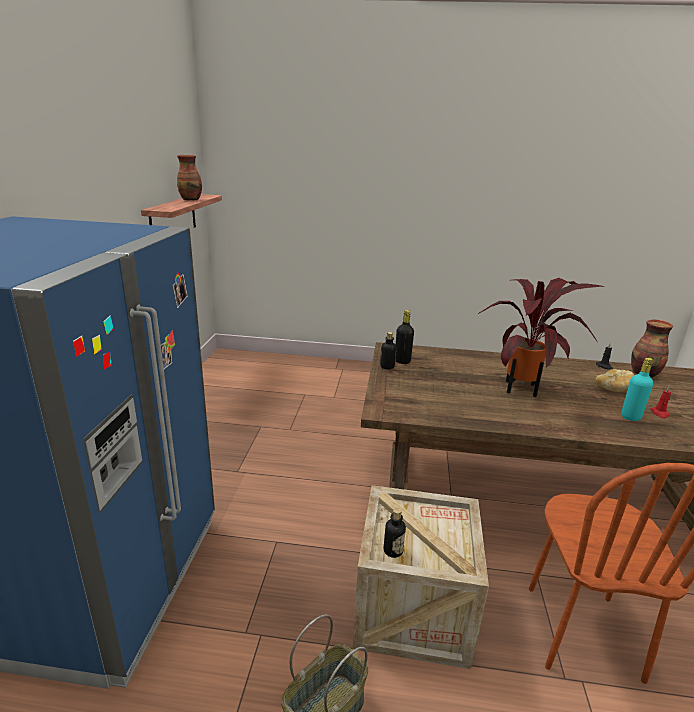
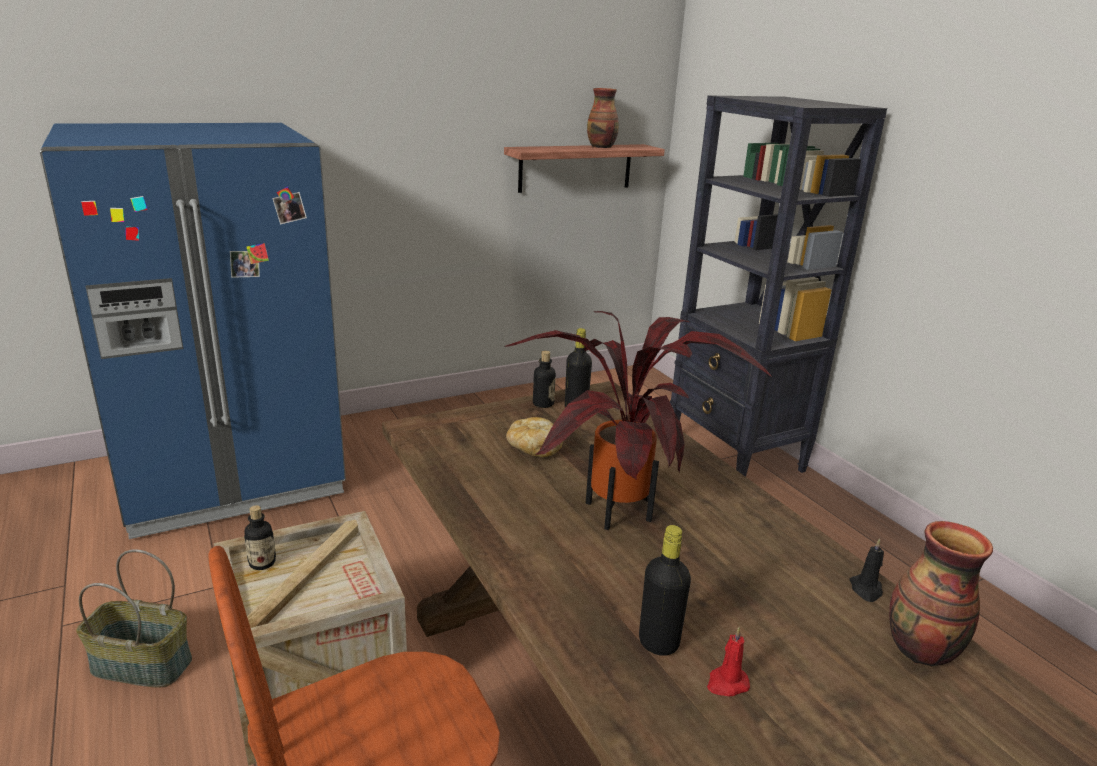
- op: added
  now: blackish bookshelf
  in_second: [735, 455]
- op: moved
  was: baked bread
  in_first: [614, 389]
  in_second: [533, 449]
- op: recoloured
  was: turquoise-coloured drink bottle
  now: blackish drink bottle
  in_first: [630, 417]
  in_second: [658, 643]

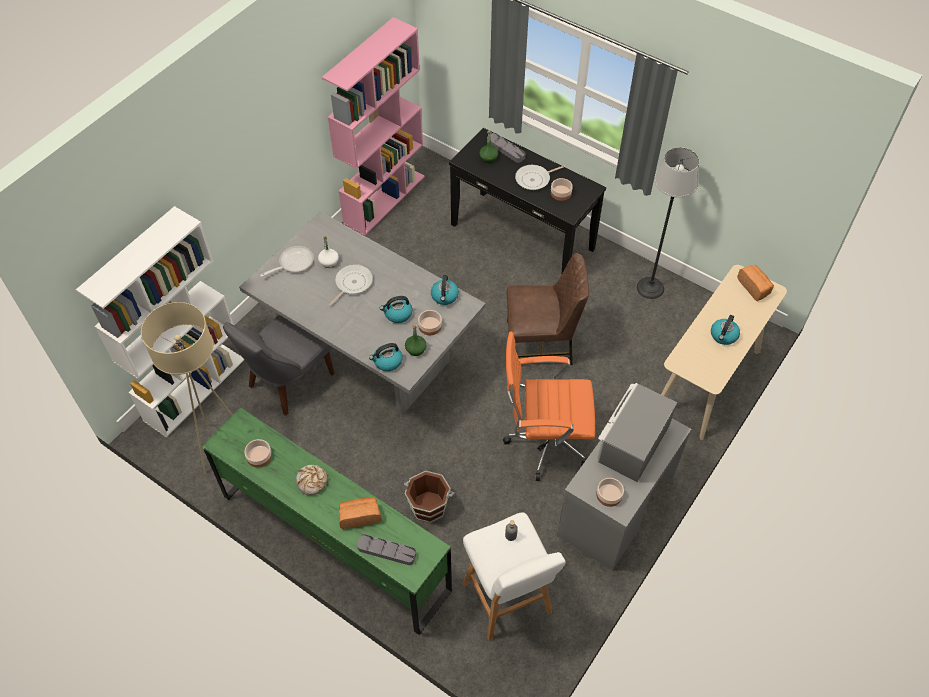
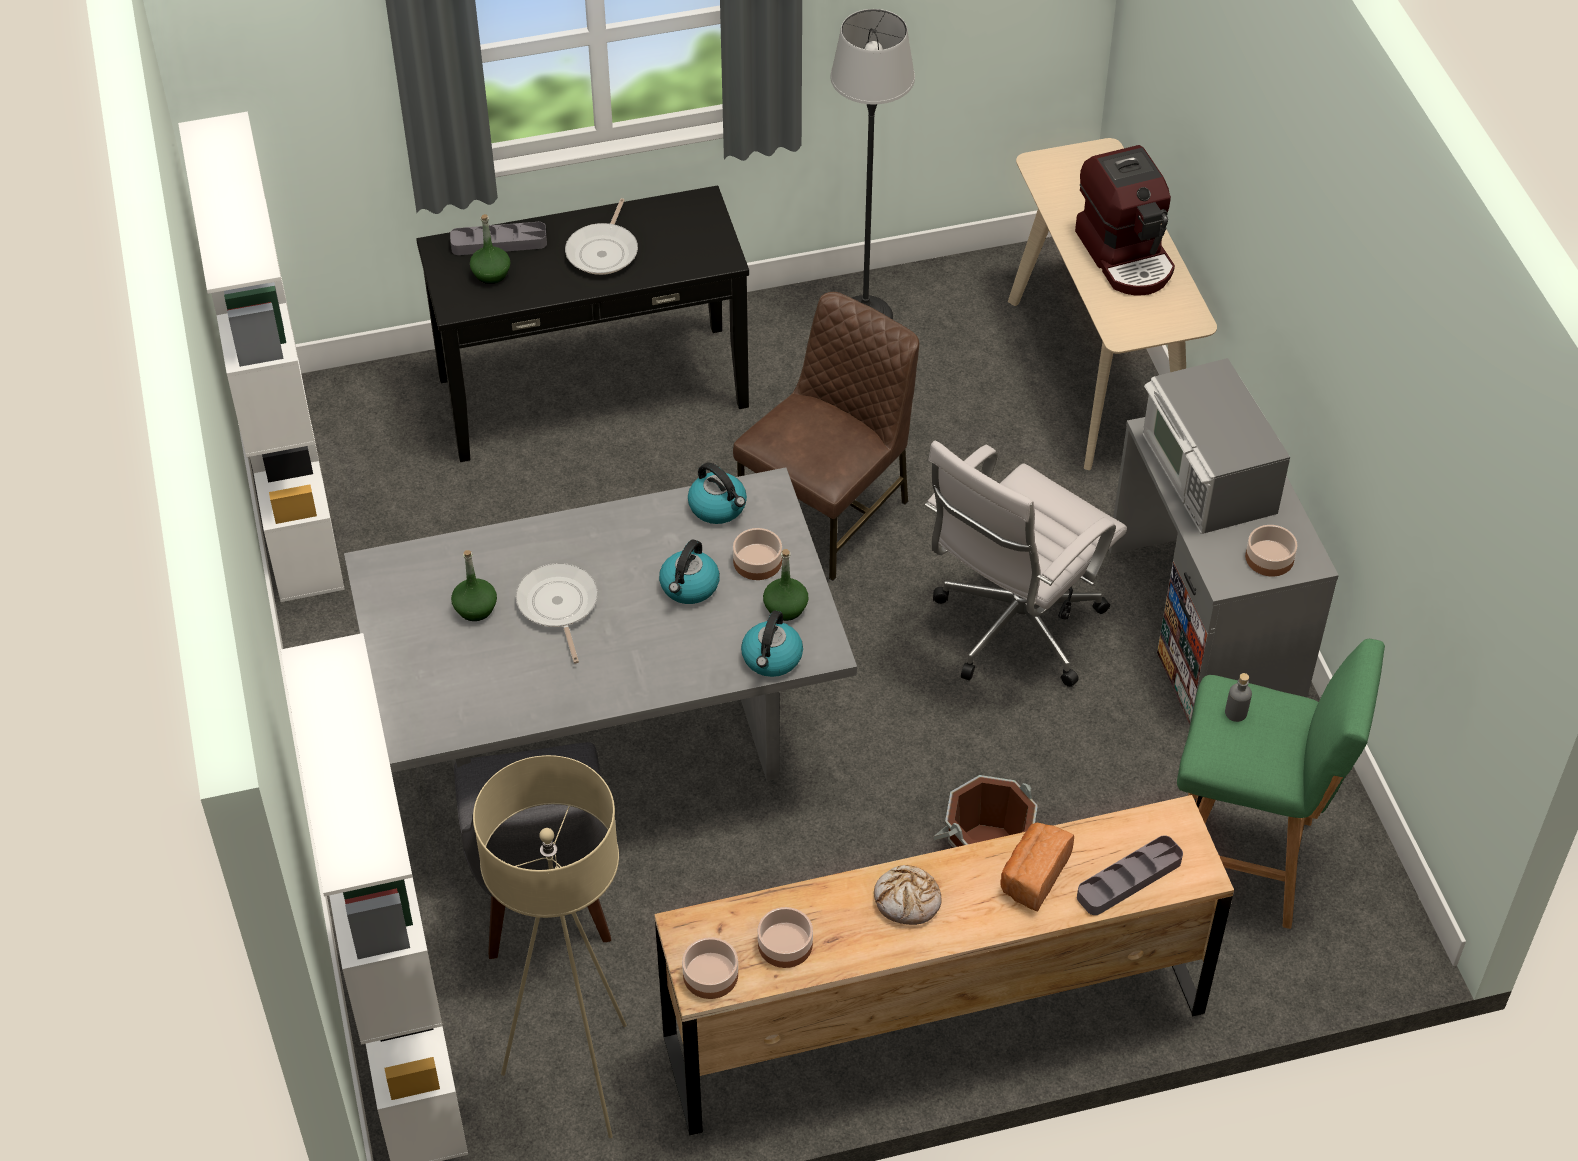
- op: removed
  was: pan
  in_first: [293, 263]
- op: removed
  was: baked bread
  in_first: [754, 287]
- op: moved
  was: deep dish
  in_first: [560, 193]
  in_second: [711, 976]
- op: replaced
  was: kettle
  now: coffee machine
  in_first: [723, 336]
  in_second: [1126, 255]
- op: recoloured
  was: green-coloured chest of drawers
  now: brownish chest of drawers
  in_first: [335, 542]
  in_second: [934, 1024]
- op: recoloured
  was: white-coloured drink bottle
  now: green-coloured drink bottle
  in_first: [329, 262]
  in_second: [475, 608]
- op: recoloured
  was: pink bookshelf
  now: white-coloured bookshelf
  in_first: [384, 199]
  in_second: [295, 511]
- op: recoloured
  was: white-coloured stool
  now: green-coloured stool
  in_first: [508, 601]
  in_second: [1245, 860]
- op: recoloured
  was: orange desk chair
  now: white-coloured desk chair
  in_first: [543, 442]
  in_second: [1012, 631]

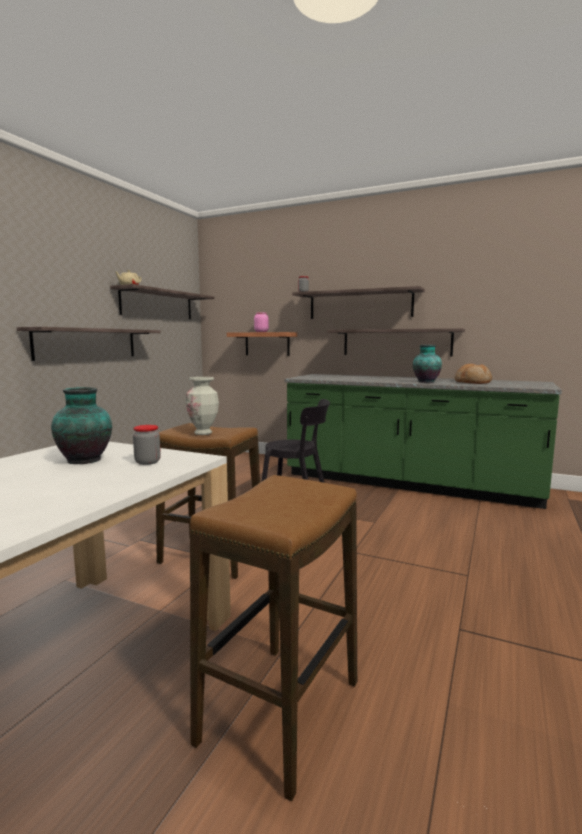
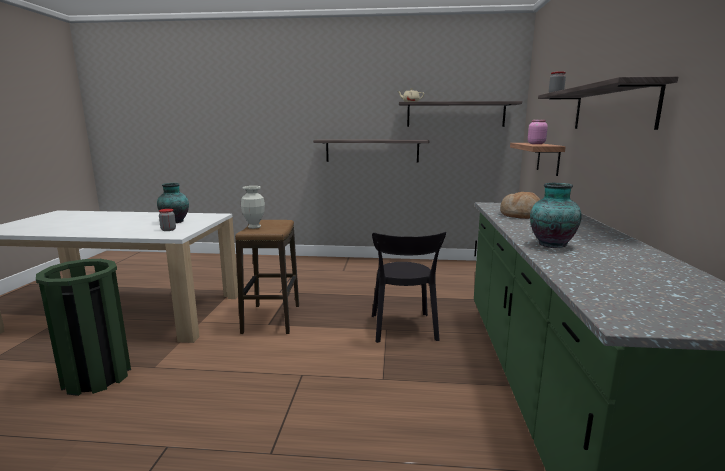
- op: removed
  was: wall shelf
  in_first: [396, 342]
- op: moved
  was: baked bread
  in_first: [472, 382]
  in_second: [521, 215]
- op: replaced
  was: stool
  now: green-coloured rubbish bin
  in_first: [281, 713]
  in_second: [96, 376]

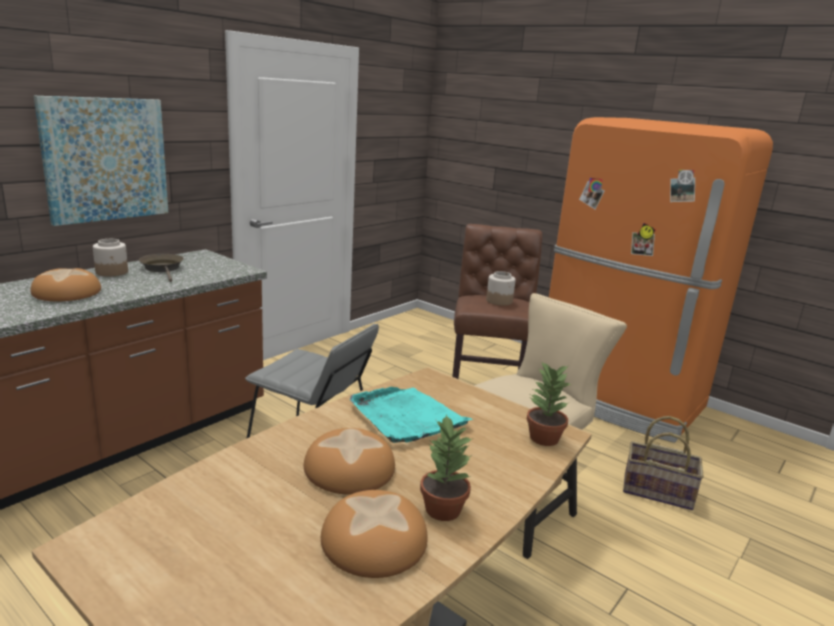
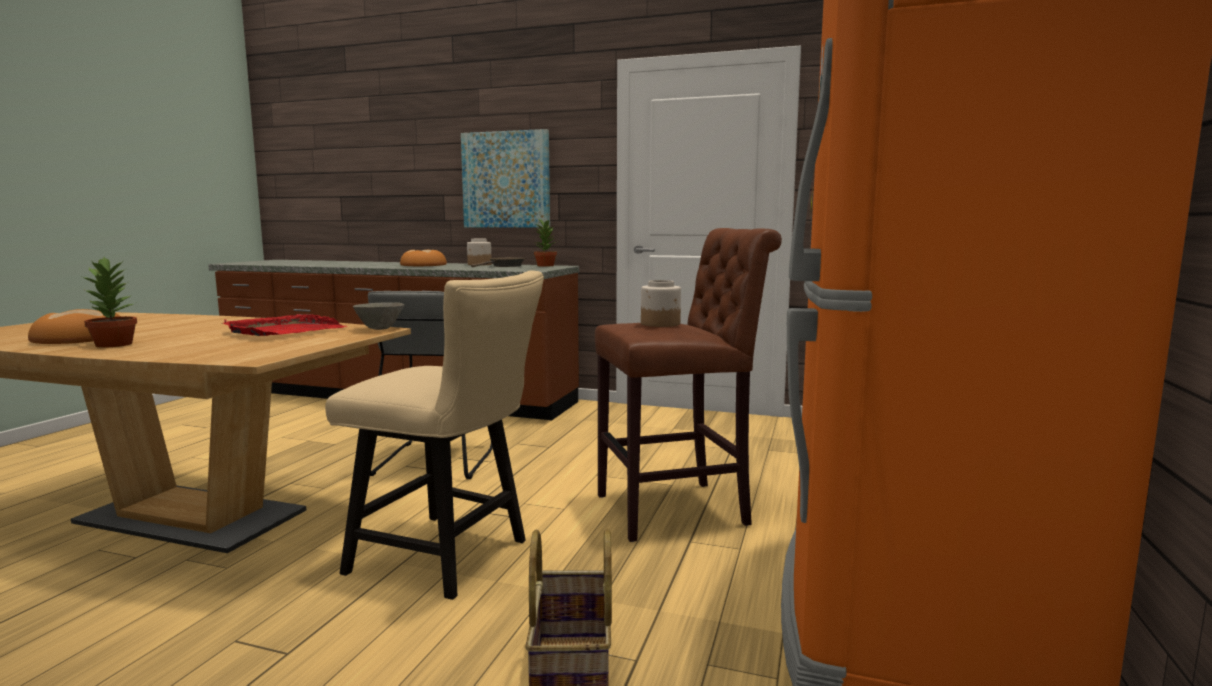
- op: removed
  was: baked bread
  in_first: [348, 468]
- op: added
  now: grey deep dish
  in_second: [379, 329]
- op: moved
  was: houseplant
  in_first: [543, 438]
  in_second: [545, 265]
- op: recoloured
  was: turquoise-coloured serving tray
  now: red serving tray
  in_first: [406, 417]
  in_second: [285, 331]

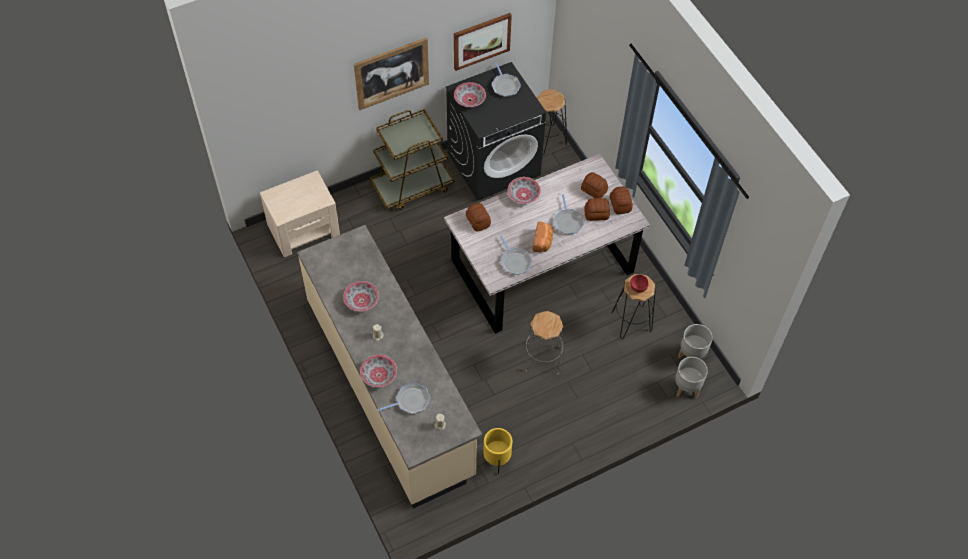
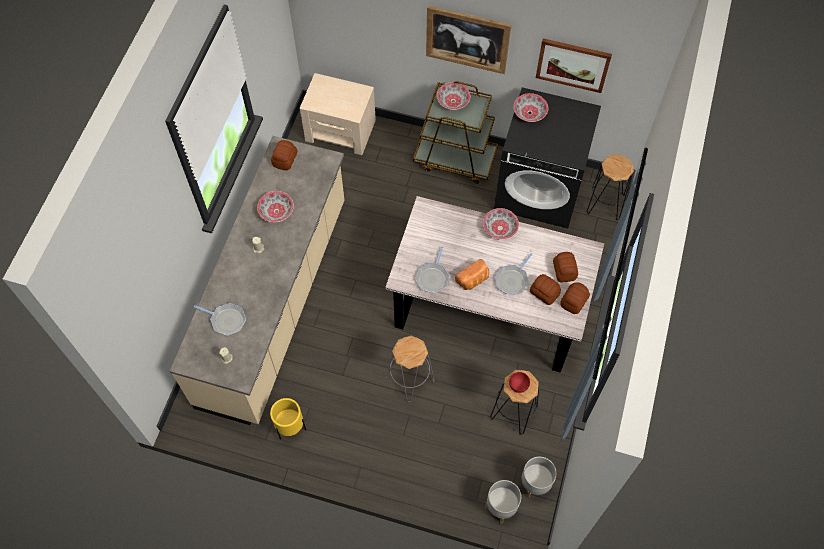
- op: removed
  was: pan
  in_first: [505, 86]
- op: moved
  was: deep dish
  in_first: [378, 375]
  in_second: [453, 101]
- op: moved
  was: baked bread
  in_first: [478, 221]
  in_second: [285, 159]

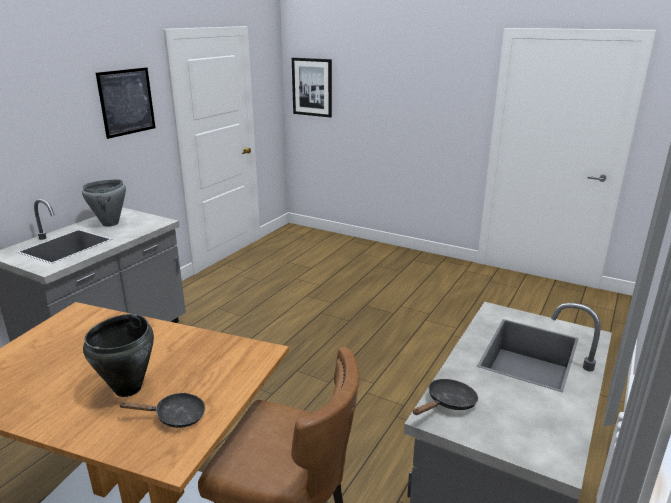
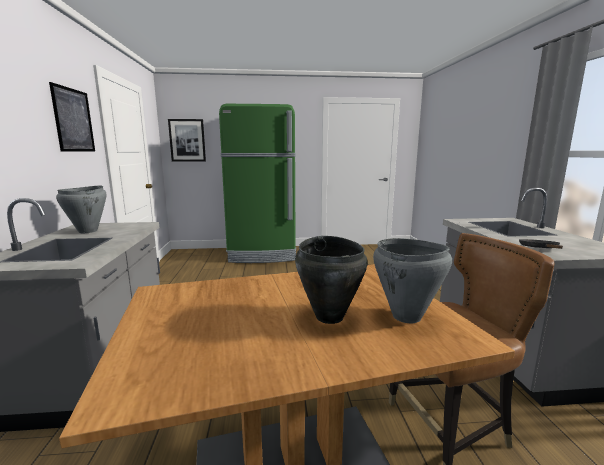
- op: added
  now: green-coloured fridge
  in_second: [263, 254]
- op: replaced
  was: blackish pan
  now: grey stockpot
  in_first: [175, 416]
  in_second: [407, 317]

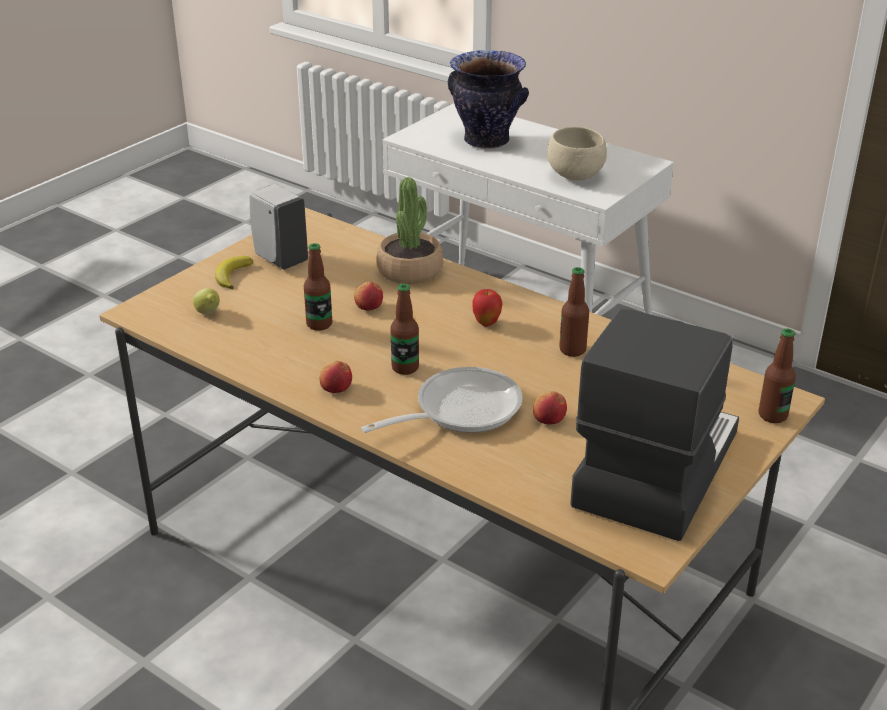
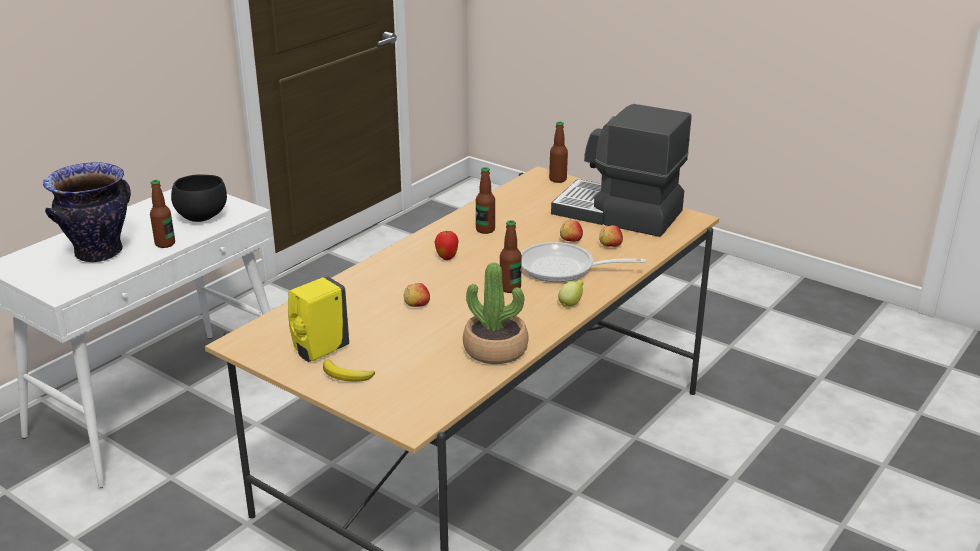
- op: moved
  was: whole lemon
  in_first: [208, 313]
  in_second: [571, 304]
- op: moved
  was: drink bottle
  in_first: [319, 324]
  in_second: [165, 244]
- op: moved
  was: whole apple
  in_first: [336, 388]
  in_second: [610, 245]
- op: moved
  was: houseplant
  in_first: [410, 271]
  in_second: [495, 349]
- op: recoloured
  was: white-coloured liquid soap bottle
  now: yellow liquid soap bottle
  in_first: [280, 259]
  in_second: [319, 351]
- op: recoloured
  was: beige-coloured deep dish
  now: blackish deep dish
  in_first: [577, 176]
  in_second: [202, 217]
- op: turned
  was: pan
  in_first: [459, 410]
  in_second: [563, 268]
  clockwise: -45

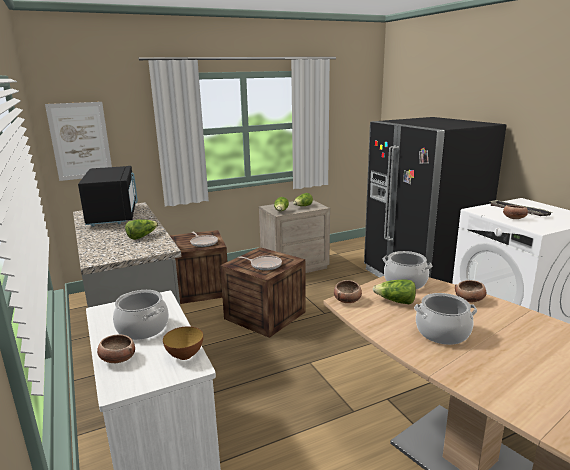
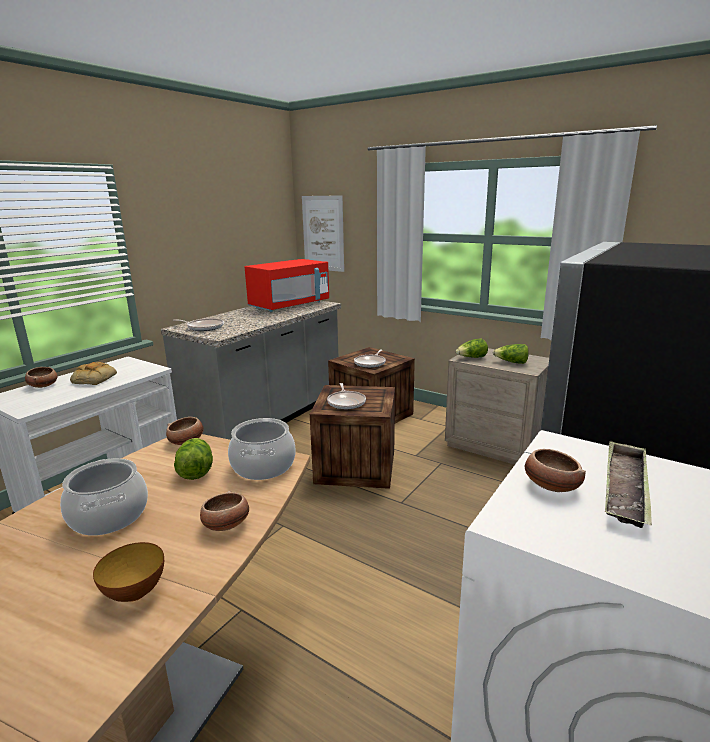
- op: removed
  was: lettuce
  in_first: [142, 236]
- op: added
  now: pan
  in_second: [204, 327]
- op: moved
  was: deep dish
  in_first: [185, 356]
  in_second: [135, 593]
- op: replaced
  was: stockpot
  now: baked bread
  in_first: [142, 328]
  in_second: [94, 379]
- op: recoloured
  was: blackish microwave oven
  now: red microwave oven
  in_first: [113, 215]
  in_second: [290, 305]

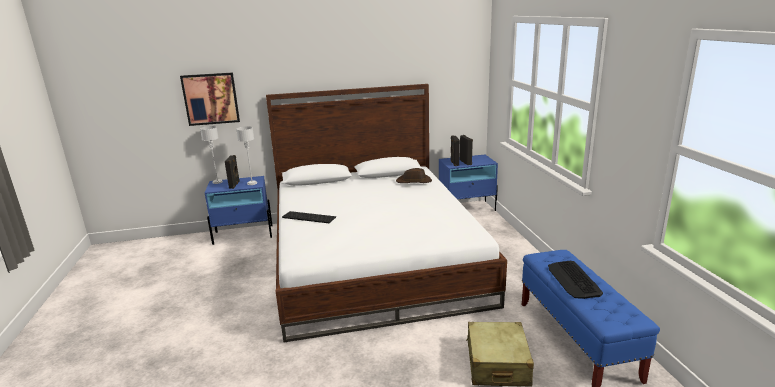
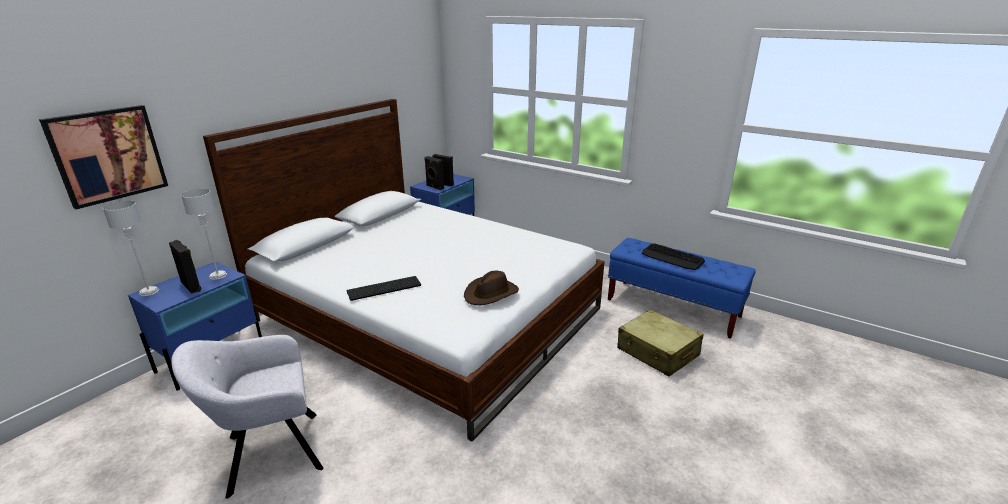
- op: added
  now: grey armchair
  in_second: [269, 453]
- op: moved
  was: brownish clothing hat
  in_first: [414, 181]
  in_second: [491, 294]

